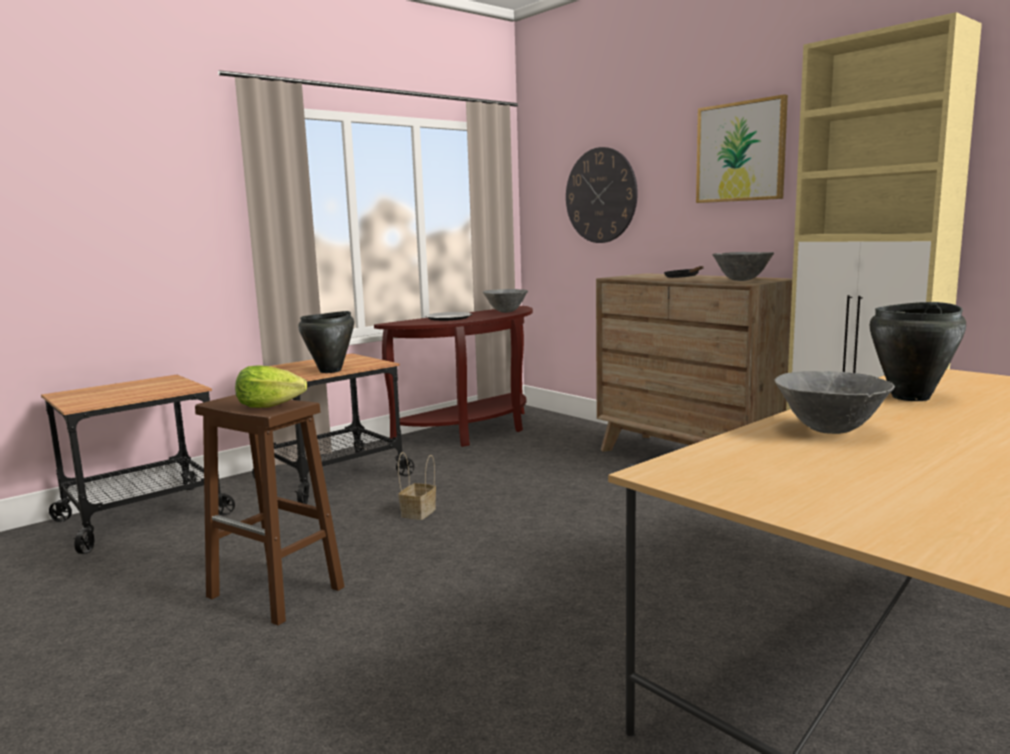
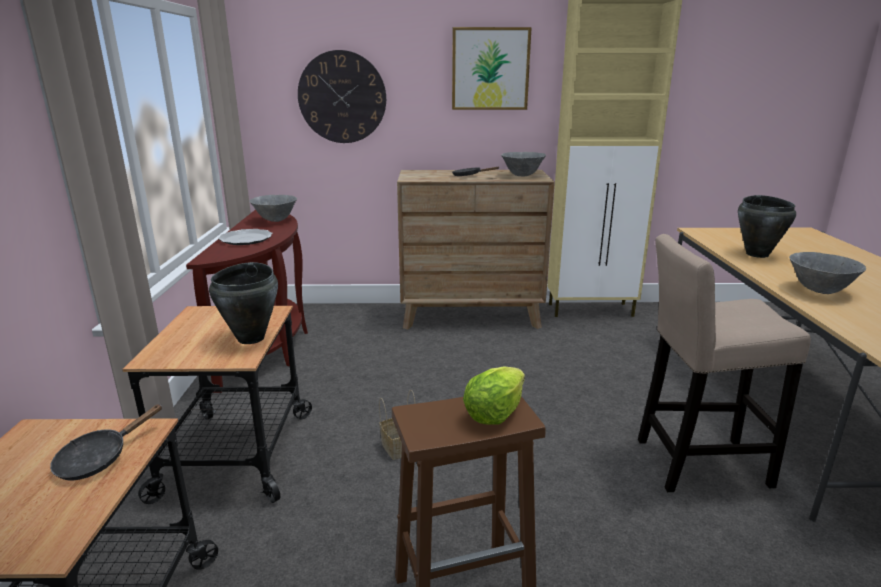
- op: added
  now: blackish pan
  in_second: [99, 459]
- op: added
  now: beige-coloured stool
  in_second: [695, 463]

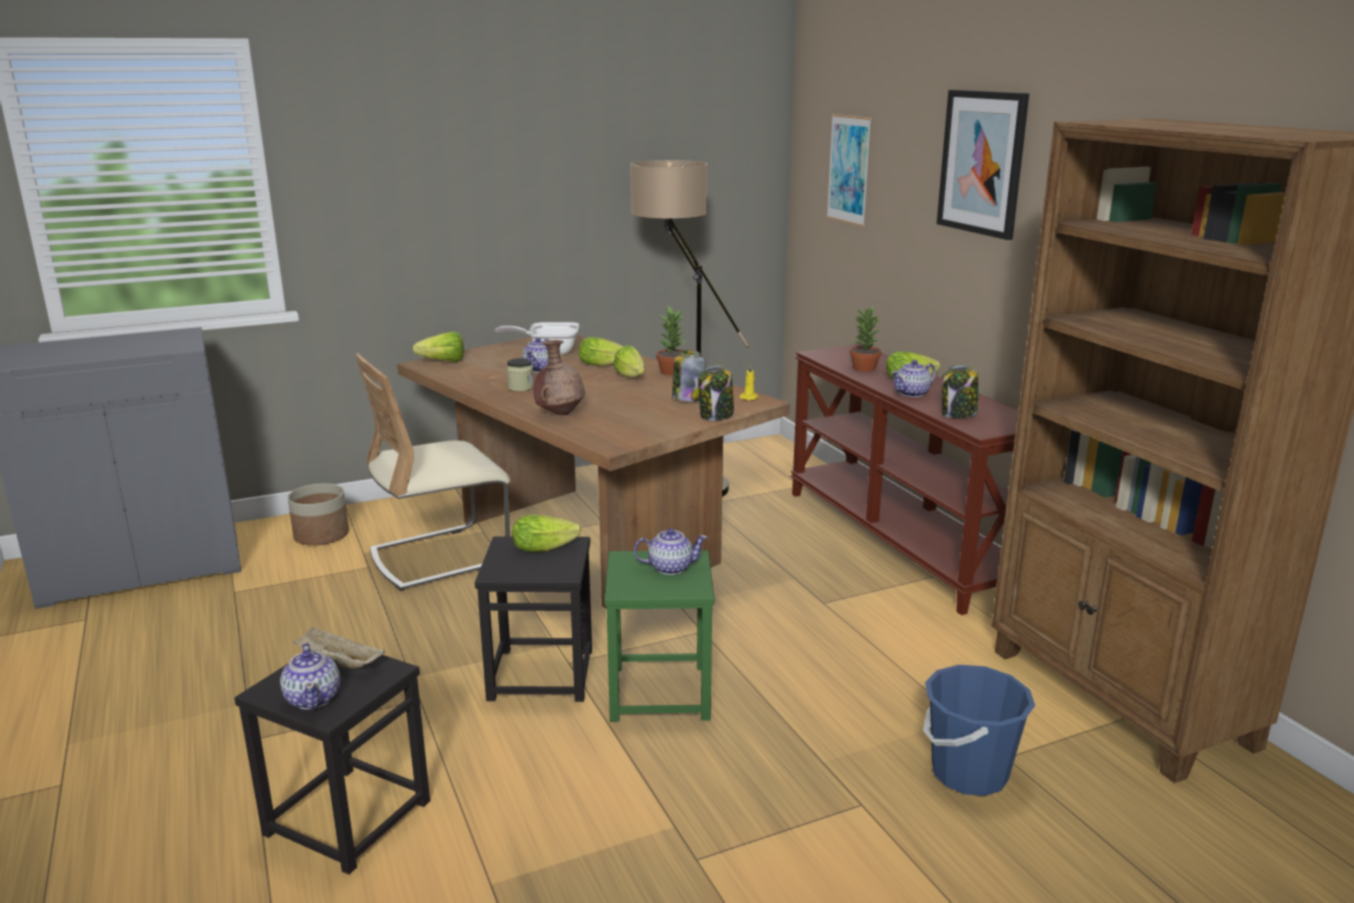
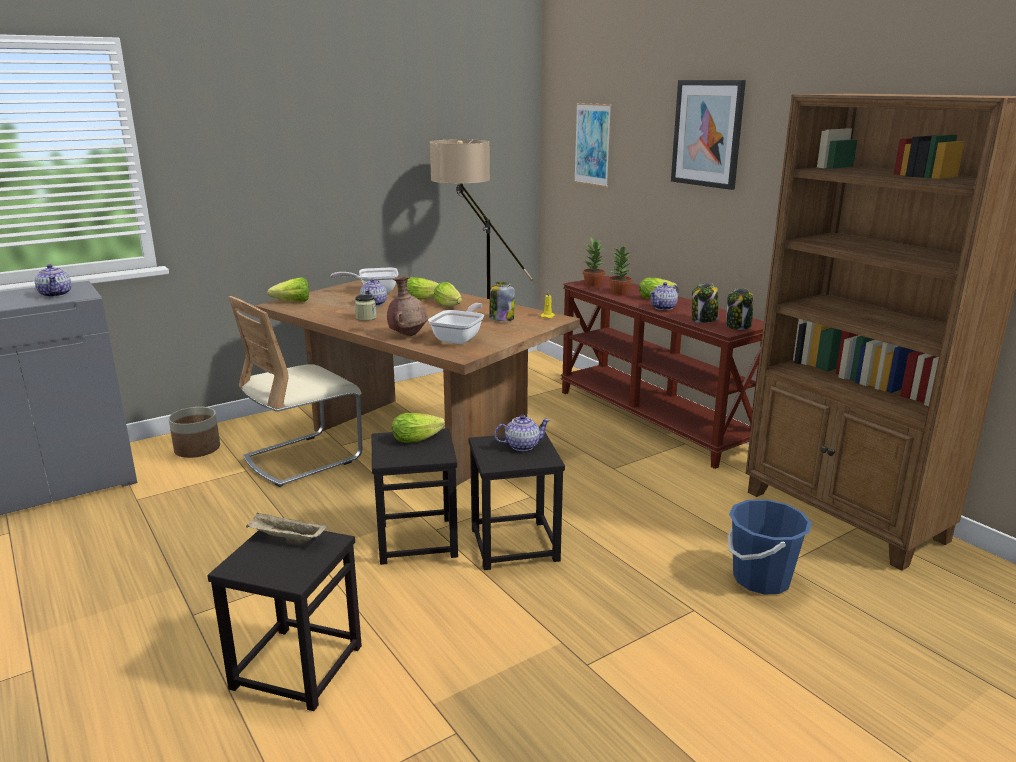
- op: added
  now: pan
  in_second: [460, 338]
- op: moved
  was: tea pot
  in_first: [313, 698]
  in_second: [56, 294]
- op: moved
  was: houseplant
  in_first: [672, 372]
  in_second: [593, 284]
- op: moved
  was: storage jar
  in_first: [716, 415]
  in_second: [738, 326]
- op: recoloured
  was: green-coloured stool
  now: blackish stool
  in_first: [659, 693]
  in_second: [514, 545]

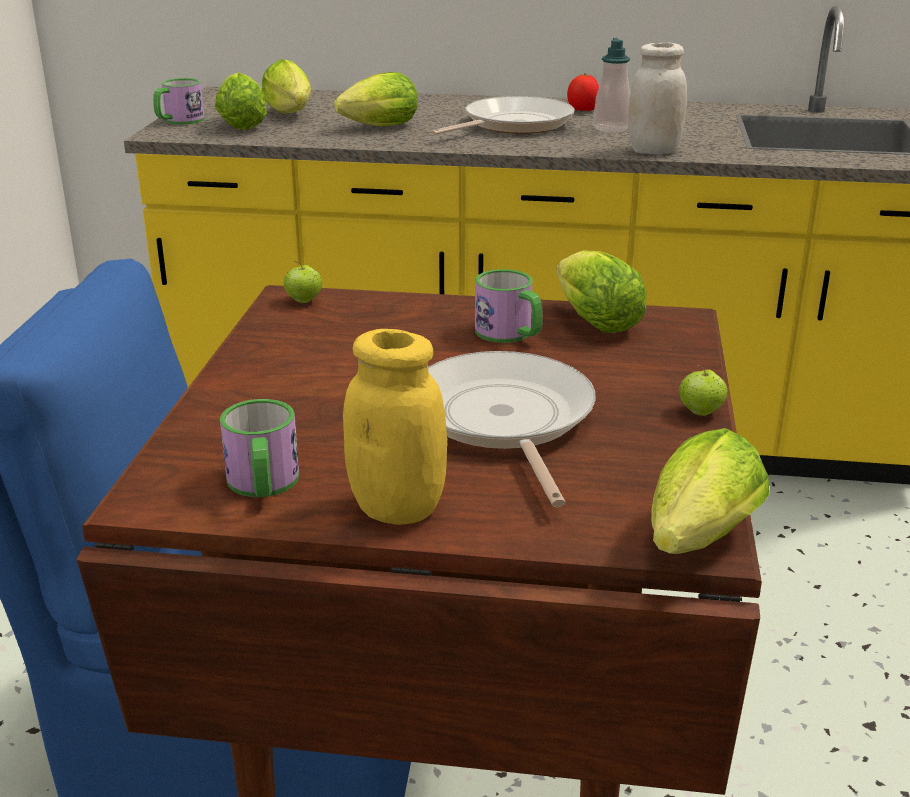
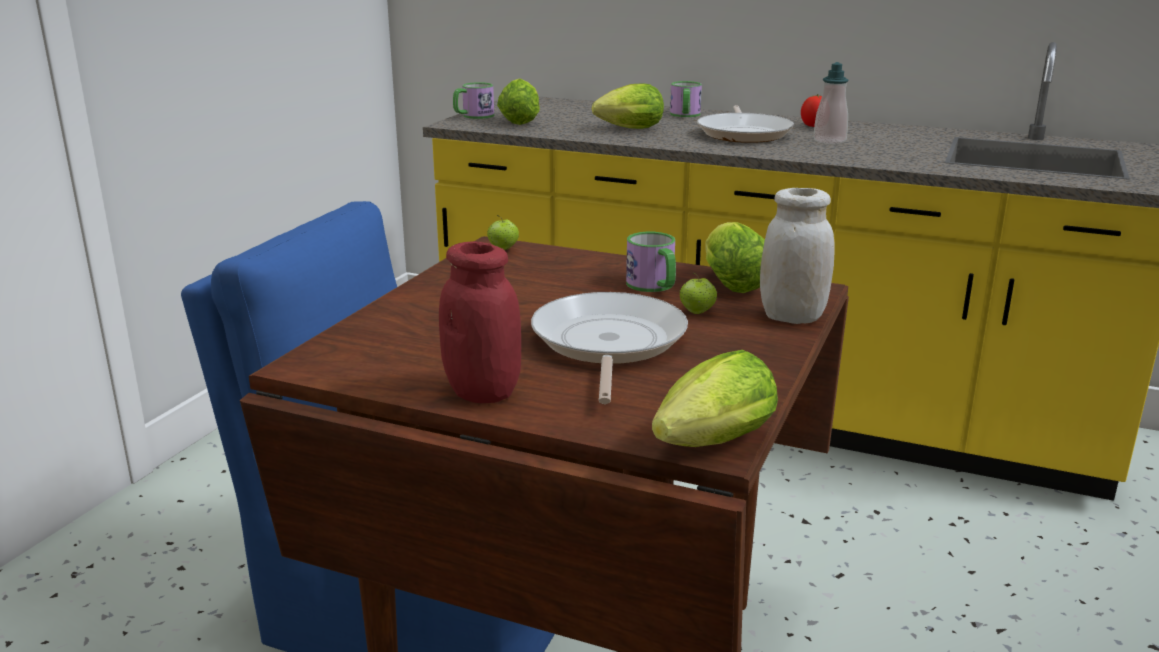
- op: removed
  was: lettuce
  in_first: [291, 114]
- op: moved
  was: tea mug
  in_first: [263, 485]
  in_second: [685, 115]
- op: moved
  was: white-coloured storage jar
  in_first: [653, 151]
  in_second: [792, 317]
- op: moved
  was: whole apple
  in_first: [700, 412]
  in_second: [697, 312]
- op: recoloured
  was: yellow storage jar
  now: red storage jar
  in_first: [397, 508]
  in_second: [483, 392]
- op: turned
  was: pan
  in_first: [513, 124]
  in_second: [744, 133]
  clockwise: 120

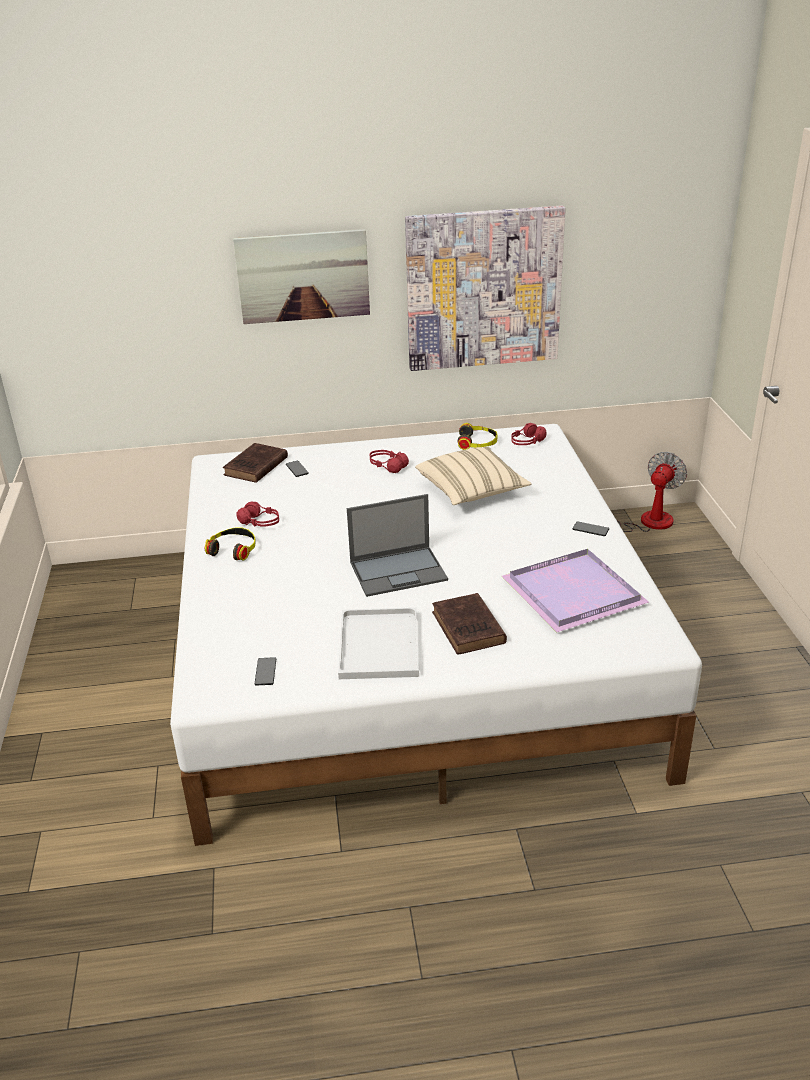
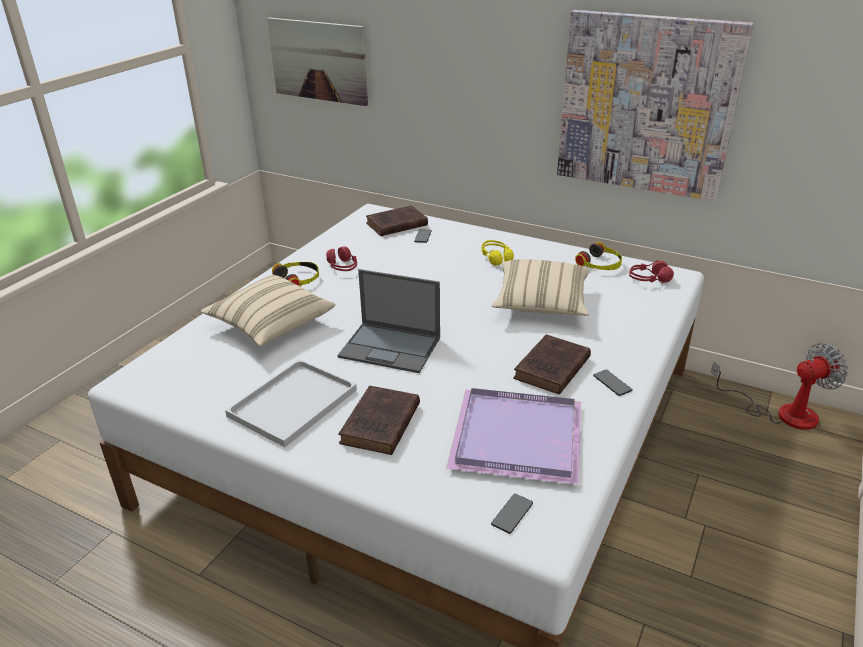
- op: added
  now: beige-coloured throw pillow
  in_second: [270, 325]
- op: added
  now: brownish volume
  in_second: [551, 369]
- op: moved
  was: wall art
  in_first: [303, 276]
  in_second: [318, 61]
- op: moved
  was: handset
  in_first: [265, 672]
  in_second: [512, 514]
- op: recoloured
  was: red pair of headphones
  now: yellow pair of headphones
  in_first: [387, 466]
  in_second: [496, 258]

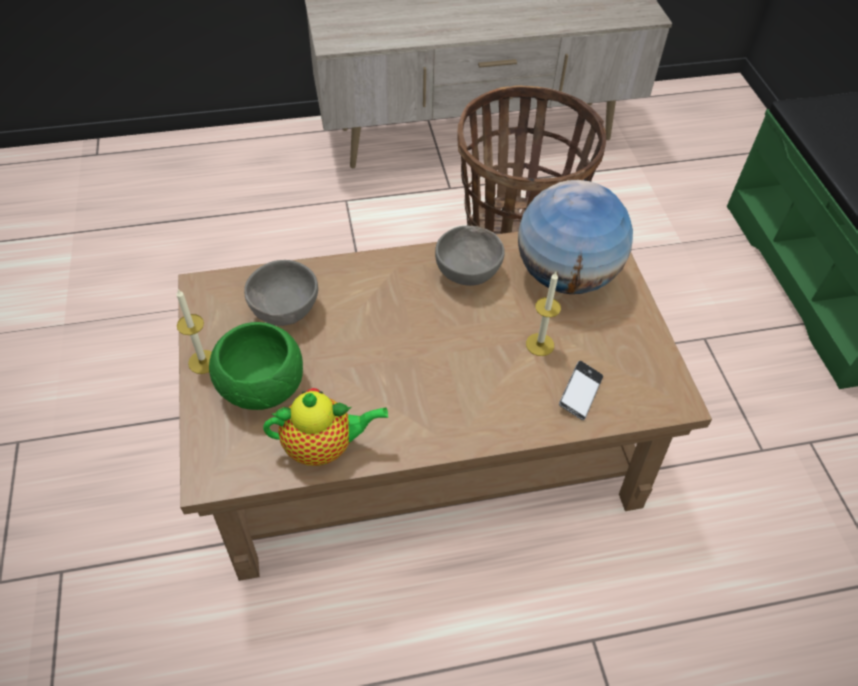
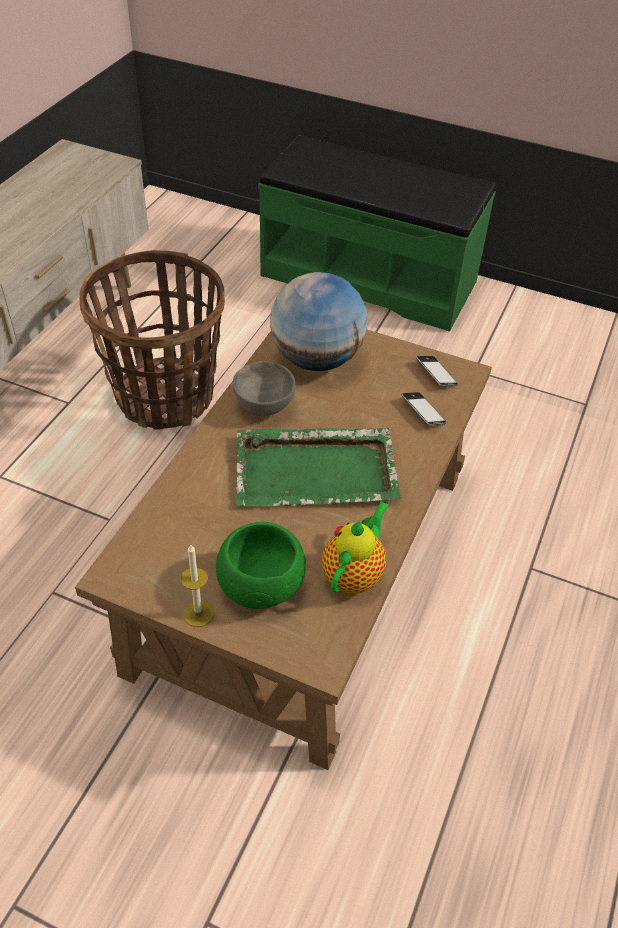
- op: removed
  was: grey deep dish
  in_first: [284, 311]
- op: removed
  was: wax candle
  in_first: [539, 344]
- op: added
  now: green-coloured serving tray
  in_second: [317, 471]
- op: added
  now: handset
  in_second: [436, 374]

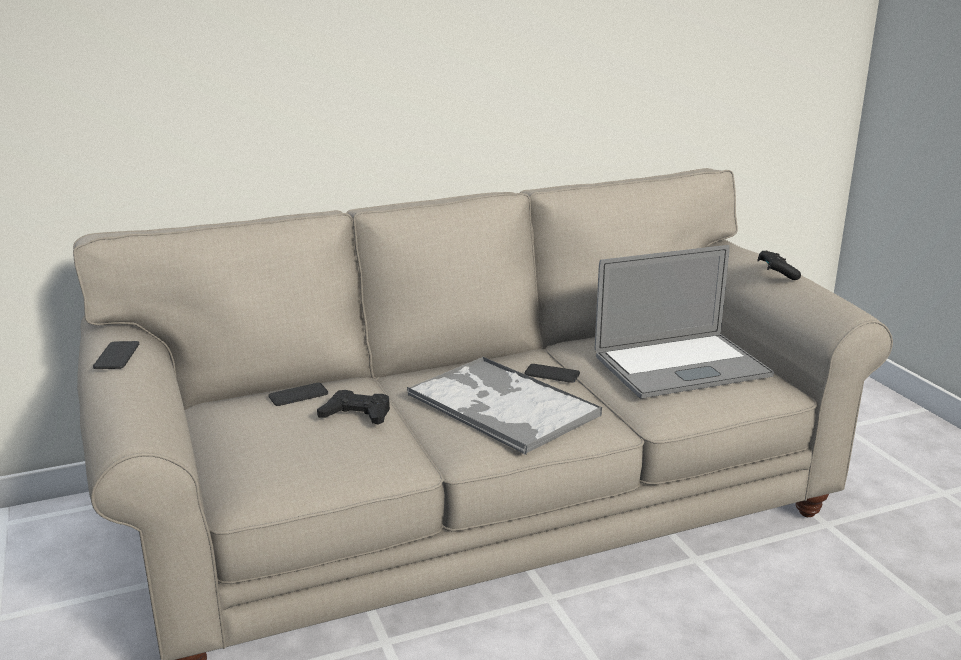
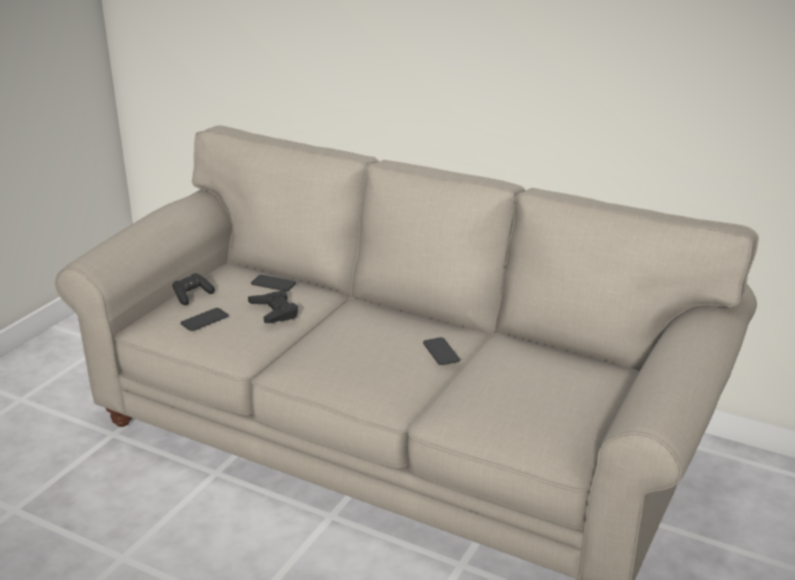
- op: removed
  was: serving tray
  in_first: [501, 405]
- op: removed
  was: portable computer
  in_first: [681, 366]
- op: moved
  was: handset
  in_first: [117, 356]
  in_second: [204, 320]
- op: moved
  was: blackish game controller
  in_first: [776, 274]
  in_second: [192, 296]

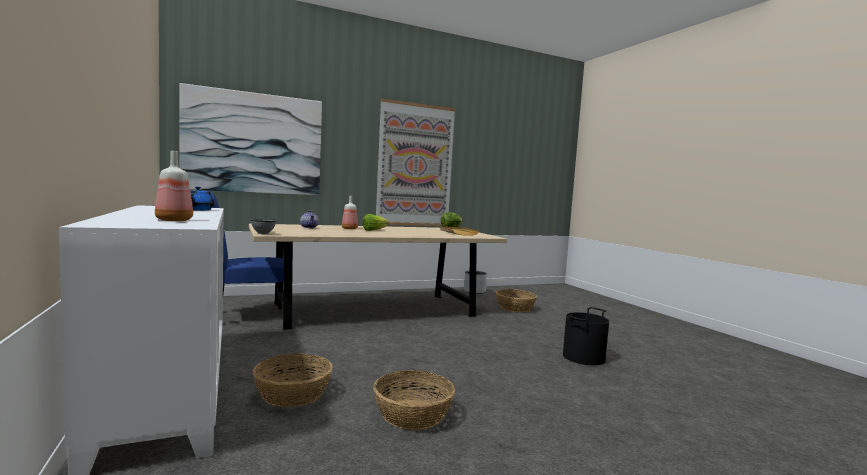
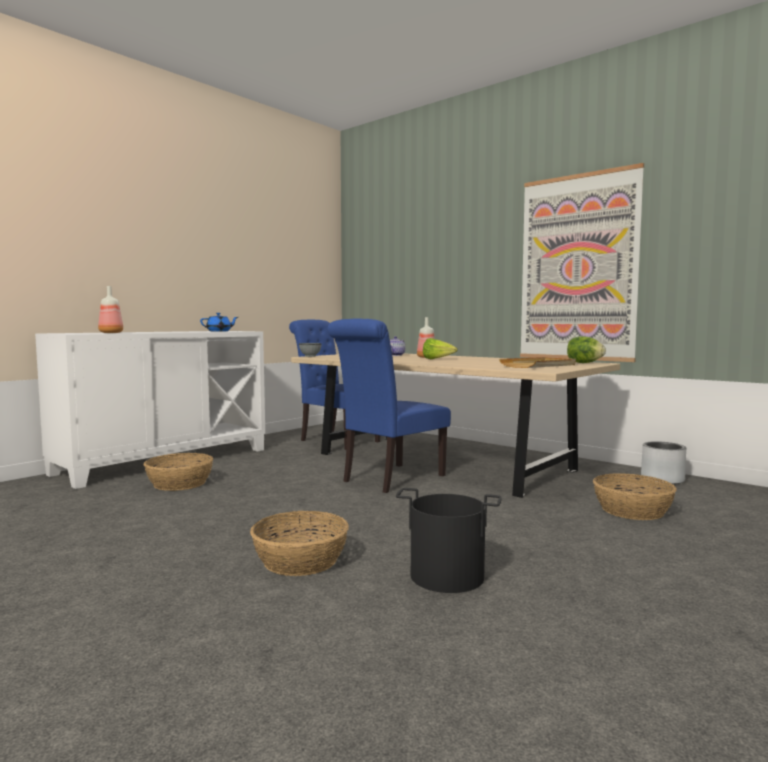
- op: removed
  was: wall art
  in_first: [254, 143]
- op: added
  now: blue upright chair
  in_second: [389, 479]
- op: moved
  was: storage basket
  in_first: [412, 414]
  in_second: [299, 560]

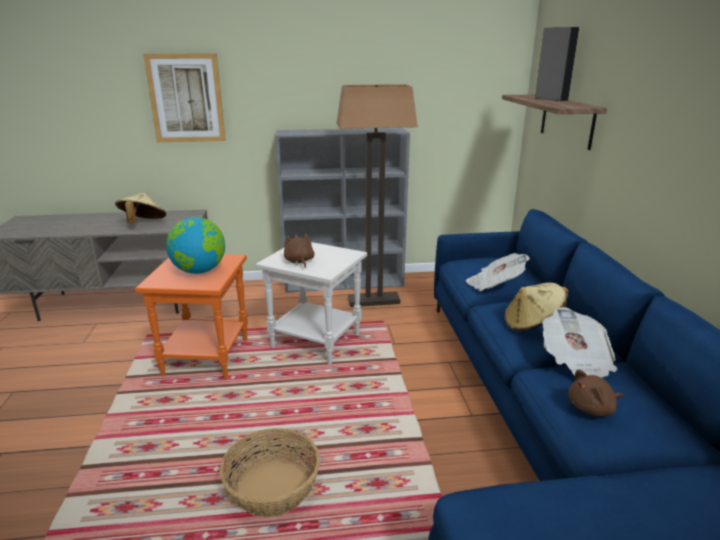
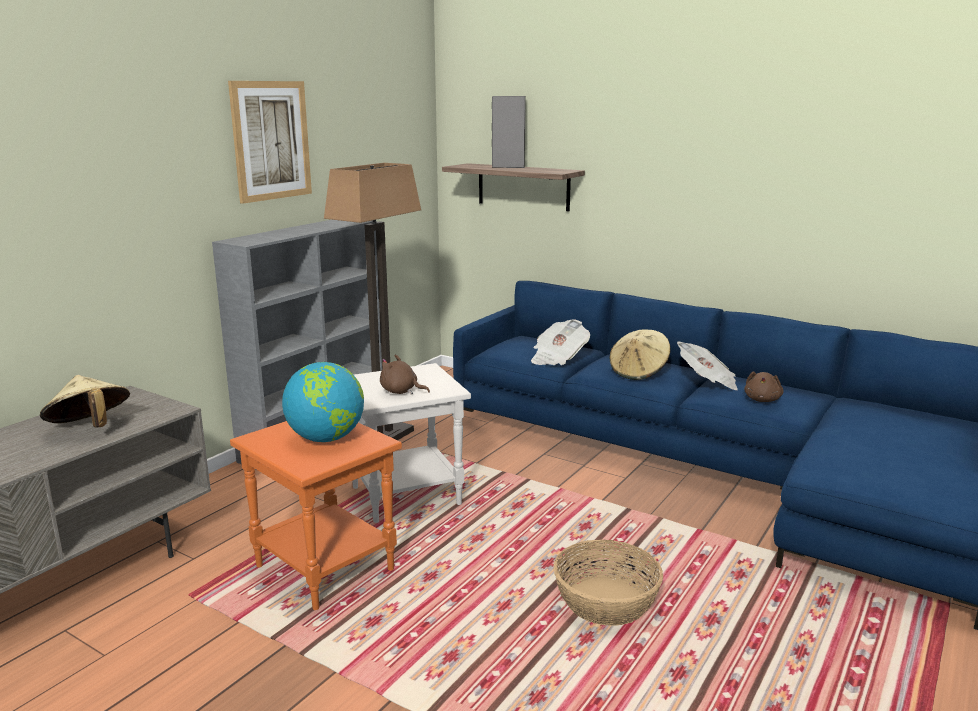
- op: moved
  was: wall art
  in_first: [186, 98]
  in_second: [271, 140]

